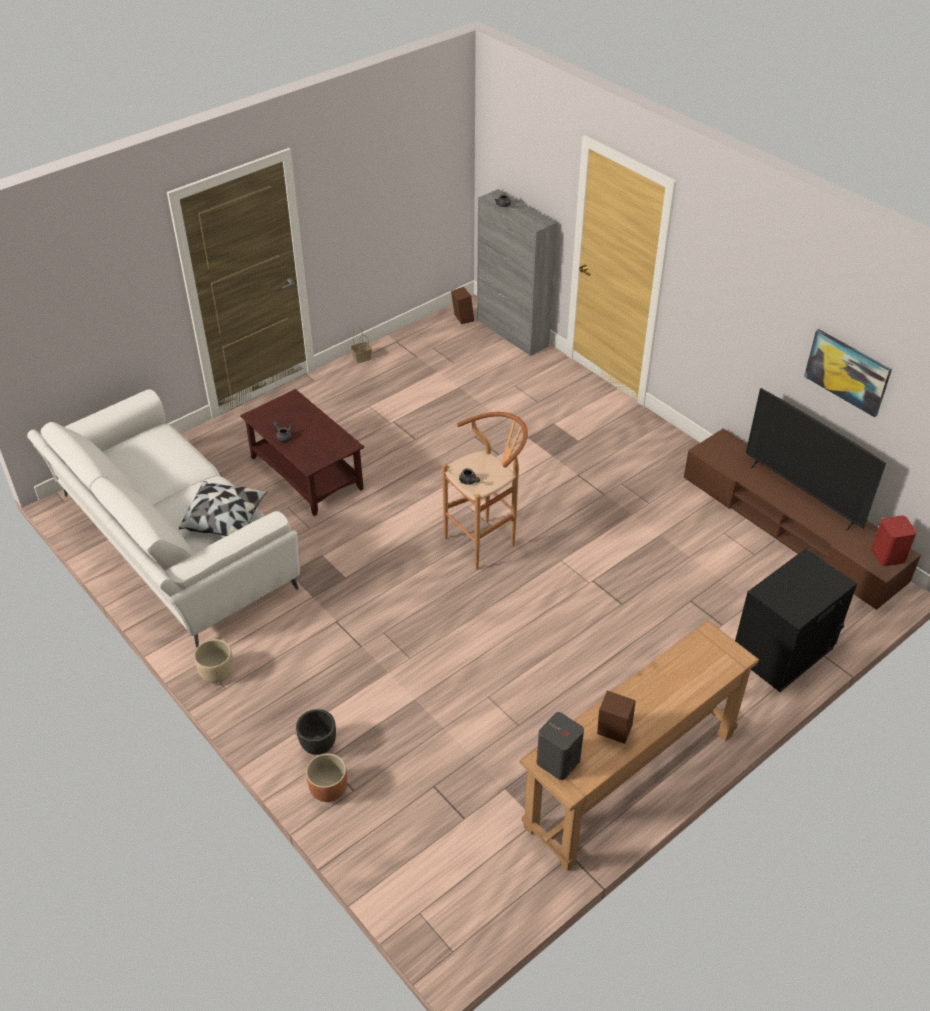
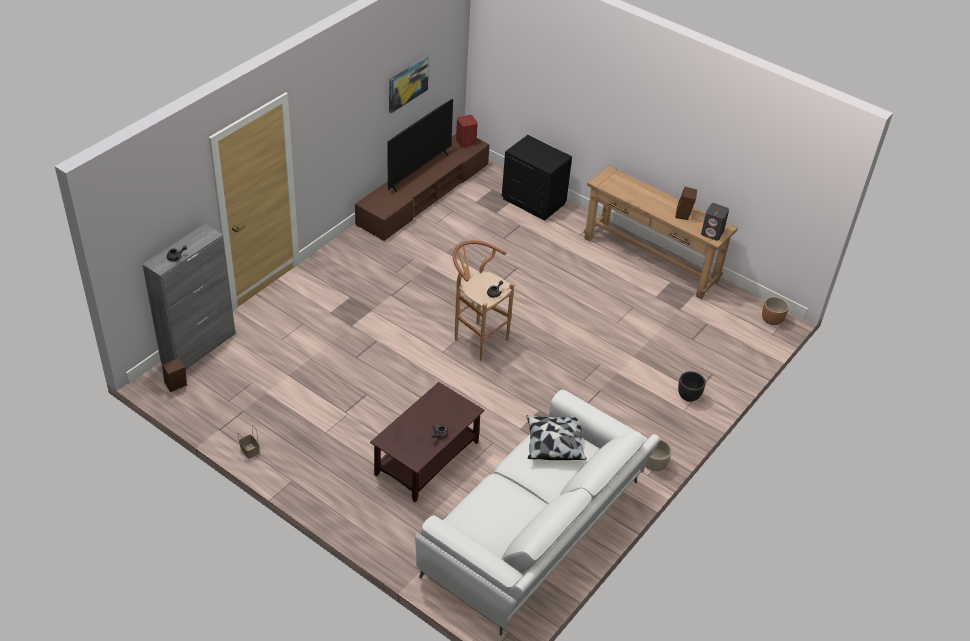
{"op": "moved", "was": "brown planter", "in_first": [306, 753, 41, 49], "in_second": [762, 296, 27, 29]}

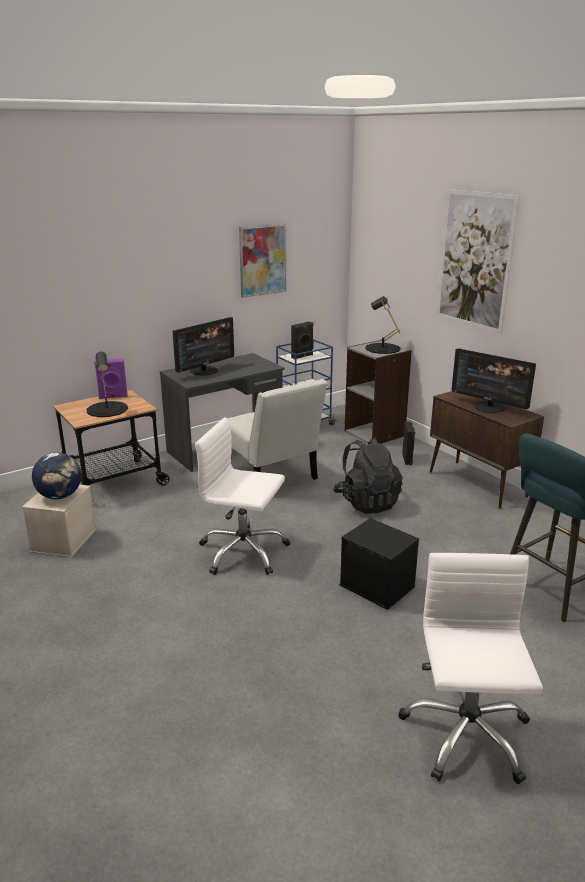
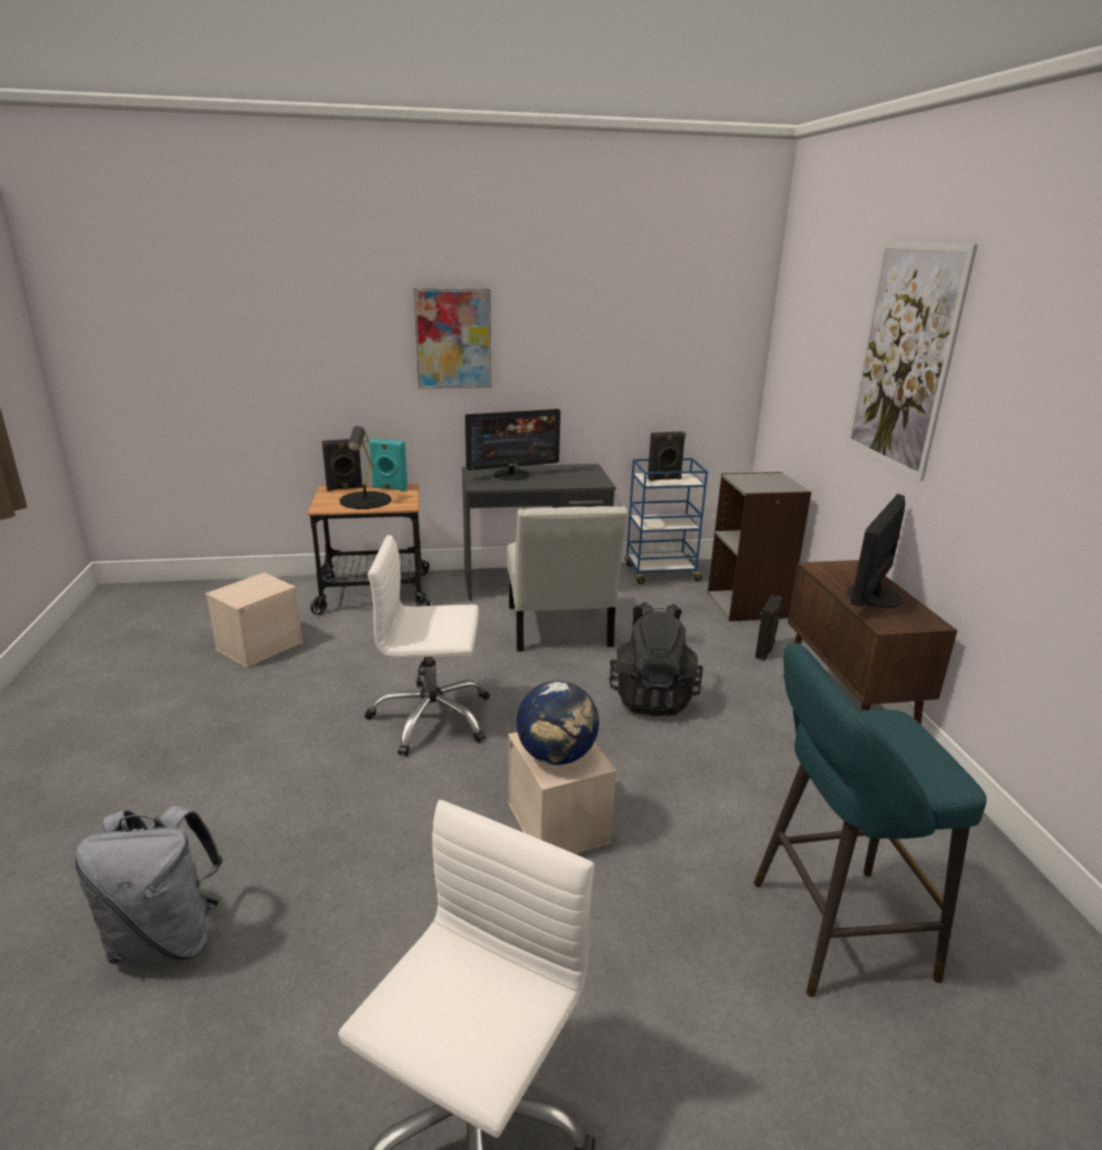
{"op": "moved", "was": "globe", "in_first": [32, 452, 49, 47], "in_second": [516, 681, 83, 84]}
{"op": "recoloured", "was": "purple speaker", "now": "turquoise speaker", "in_first": [94, 358, 34, 41], "in_second": [369, 439, 39, 52]}
{"op": "turned", "was": "white office chair", "in_first": [195, 417, 95, 158], "in_second": [365, 535, 125, 221], "clockwise": -45}
{"op": "moved", "was": "picture", "in_first": [239, 223, 47, 75], "in_second": [413, 288, 78, 100]}
{"op": "recoloured", "was": "black storage box", "now": "beige storage box", "in_first": [340, 518, 79, 92], "in_second": [508, 732, 108, 122]}
{"op": "removed", "was": "black table lamp", "in_first": [365, 296, 36, 58]}
{"op": "turned", "was": "monitor", "in_first": [451, 348, 85, 65], "in_second": [847, 494, 58, 114], "clockwise": 60}
{"op": "added", "now": "grey backpack", "in_second": [75, 806, 148, 159]}
{"op": "added", "now": "black speaker", "in_second": [322, 439, 41, 52]}

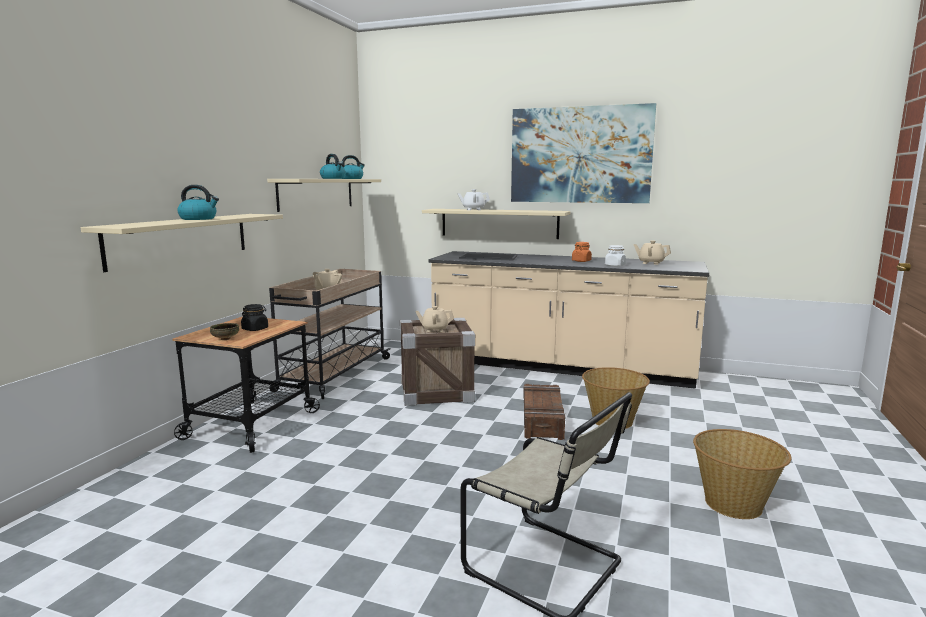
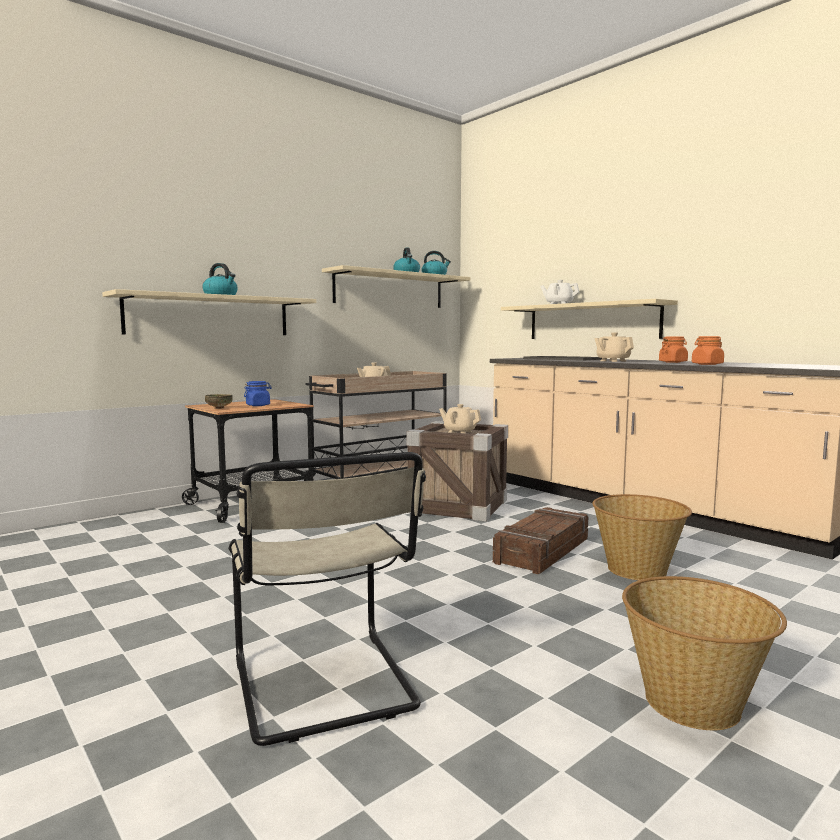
{"op": "recoloured", "was": "black jar", "now": "blue jar", "in_first": [241, 304, 27, 27], "in_second": [244, 381, 28, 25]}
{"op": "removed", "was": "picture", "in_first": [511, 103, 145, 100]}
{"op": "recoloured", "was": "white jar", "now": "orange jar", "in_first": [605, 245, 21, 21], "in_second": [692, 336, 32, 29]}
{"op": "moved", "was": "beige teapot", "in_first": [634, 240, 37, 25], "in_second": [595, 332, 39, 30]}

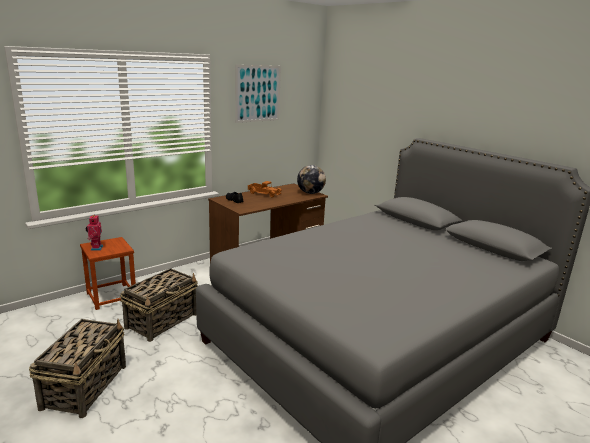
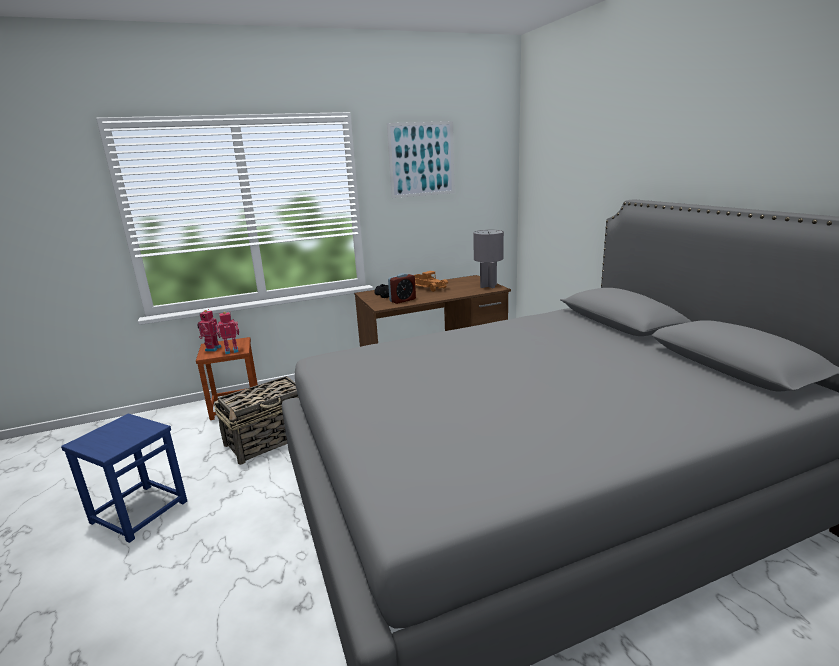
{"op": "replaced", "was": "basket", "now": "blue stool", "in_first": [29, 319, 97, 99], "in_second": [61, 413, 126, 130]}
{"op": "replaced", "was": "globe", "now": "grey table lamp", "in_first": [297, 165, 29, 29], "in_second": [473, 230, 31, 58]}
{"op": "added", "now": "toy robot", "in_second": [216, 312, 23, 43]}
{"op": "added", "now": "alarm clock", "in_second": [388, 273, 28, 31]}

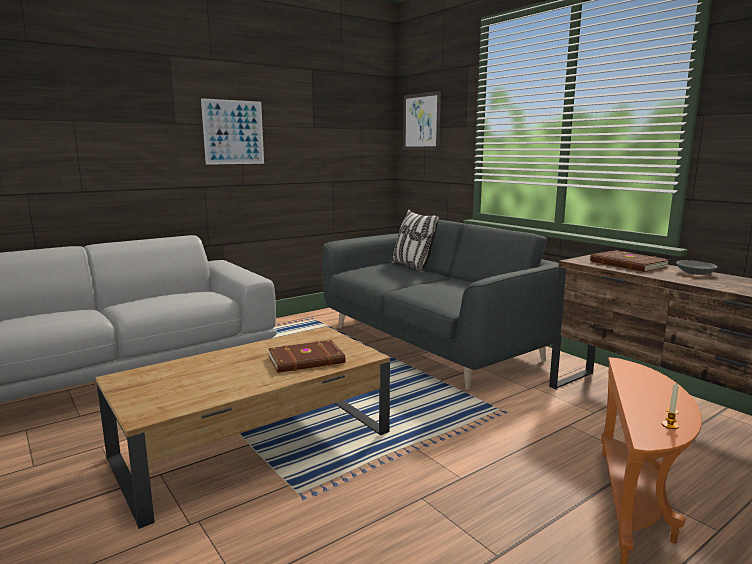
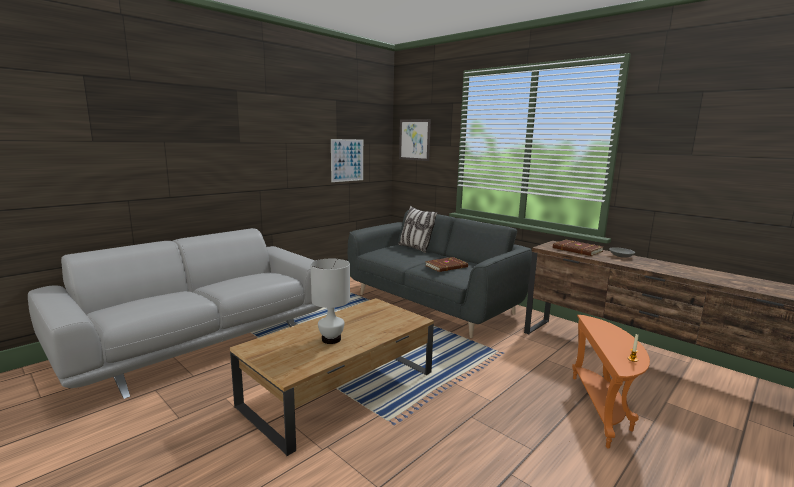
{"op": "moved", "was": "picture", "in_first": [201, 98, 63, 67], "in_second": [331, 139, 32, 43]}
{"op": "moved", "was": "brown book", "in_first": [268, 340, 78, 33], "in_second": [425, 257, 43, 15]}
{"op": "added", "now": "white table lamp", "in_second": [311, 259, 39, 85]}

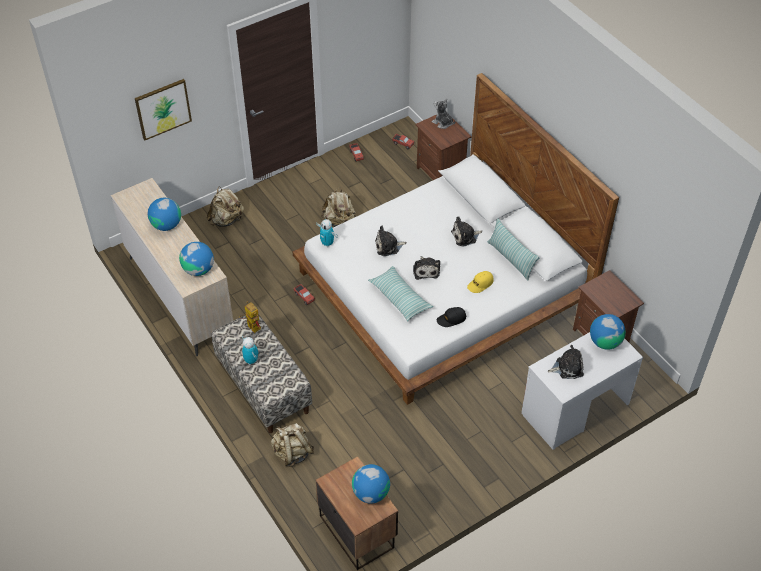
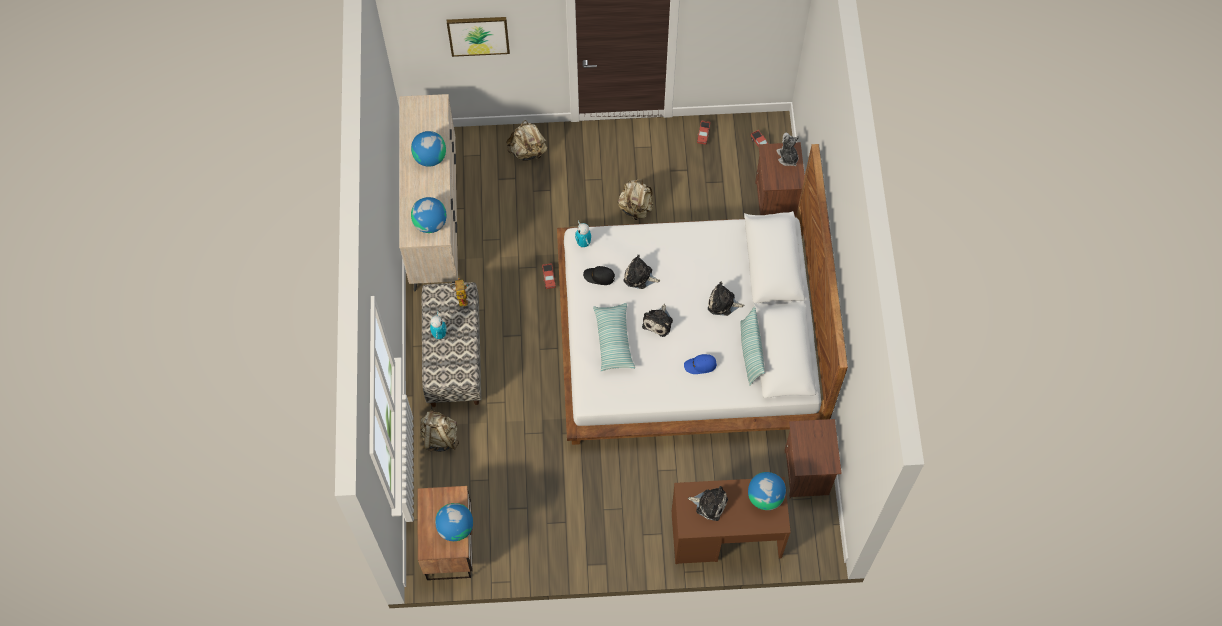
{"op": "moved", "was": "black cap", "in_first": [437, 307, 29, 20], "in_second": [583, 266, 32, 19]}
{"op": "recoloured", "was": "yellow cap", "now": "blue cap", "in_first": [467, 271, 26, 22], "in_second": [684, 354, 33, 20]}
{"op": "recoloured", "was": "white desk", "now": "brown desk", "in_first": [521, 332, 122, 118], "in_second": [672, 477, 119, 87]}

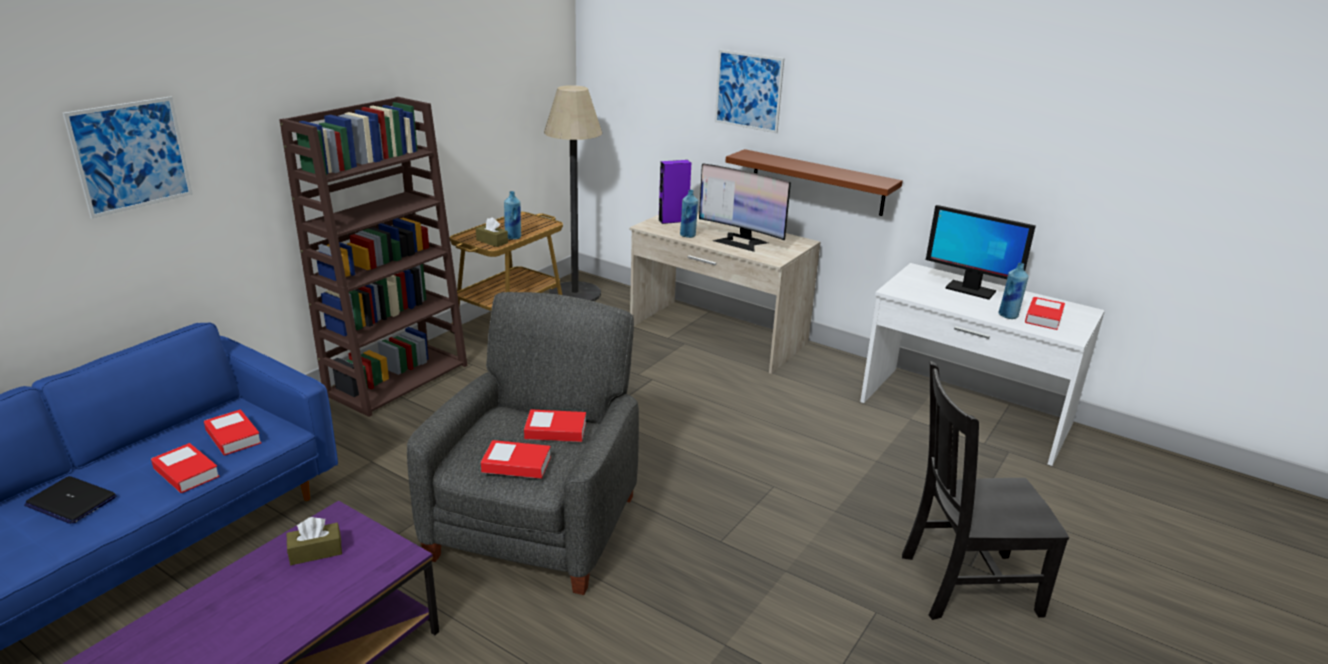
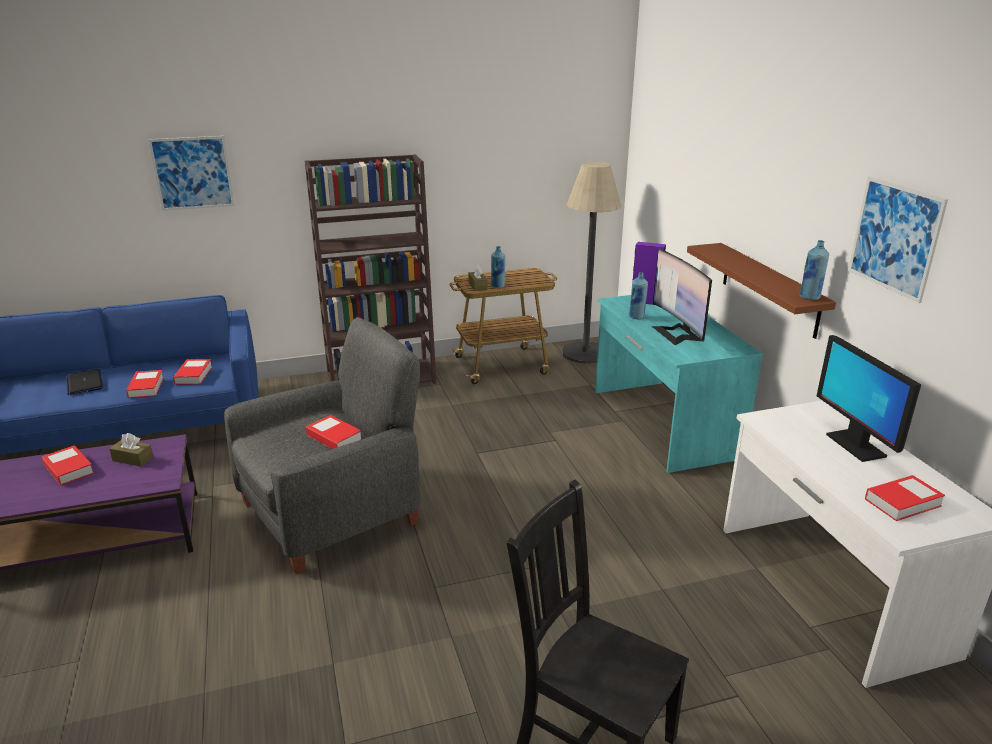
{"op": "moved", "was": "book", "in_first": [481, 440, 70, 39], "in_second": [42, 445, 52, 40]}
{"op": "recoloured", "was": "beige desk", "now": "turquoise desk", "in_first": [630, 212, 191, 162], "in_second": [595, 295, 168, 178]}
{"op": "moved", "was": "picture", "in_first": [715, 50, 69, 83], "in_second": [848, 177, 100, 126]}
{"op": "moved", "was": "blue bottle", "in_first": [998, 263, 30, 56], "in_second": [799, 240, 30, 60]}

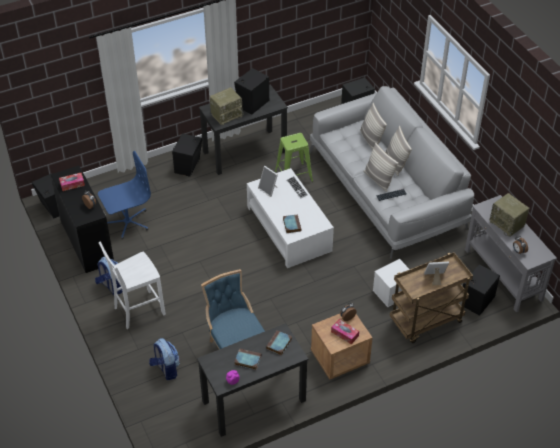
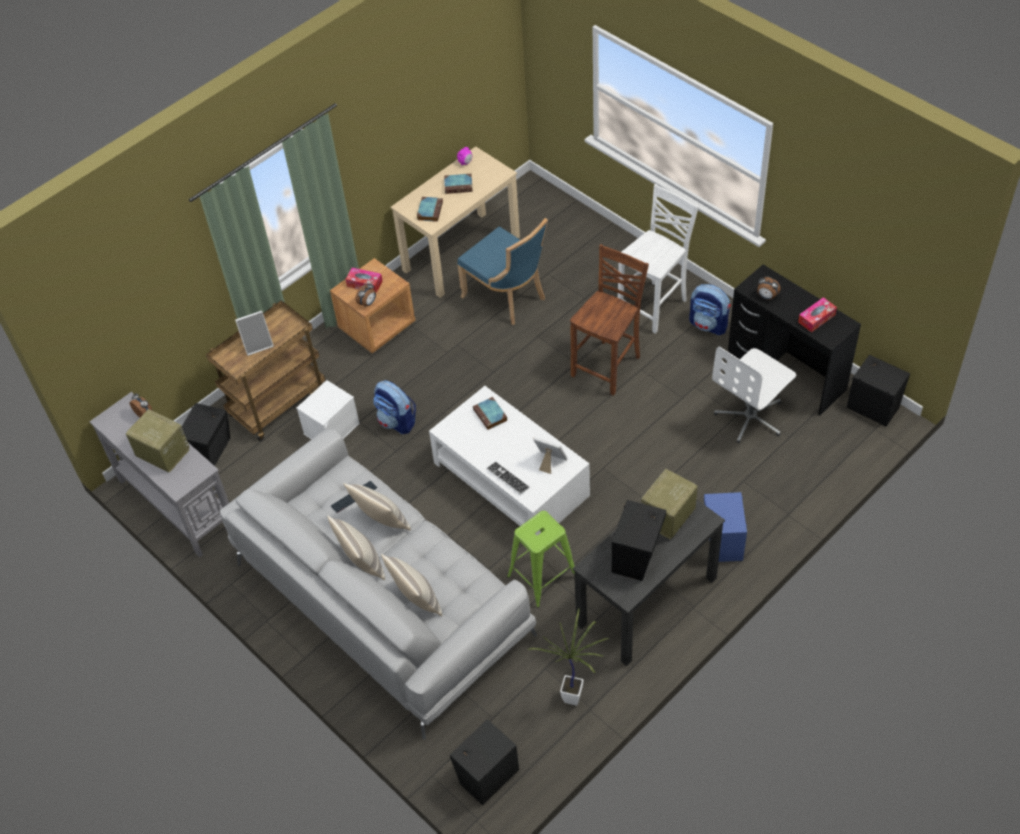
{"op": "recoloured", "was": "blue office chair", "now": "white office chair", "in_first": [98, 151, 53, 88], "in_second": [712, 347, 84, 96]}
{"op": "moved", "was": "backpack", "in_first": [149, 338, 31, 42], "in_second": [373, 380, 43, 54]}
{"op": "recoloured", "was": "black speaker", "now": "blue speaker", "in_first": [172, 133, 30, 44], "in_second": [704, 492, 43, 70]}
{"op": "recoloured", "was": "black desk", "now": "beige desk", "in_first": [197, 323, 111, 114], "in_second": [391, 146, 129, 152]}
{"op": "added", "now": "potted plant", "in_second": [527, 609, 82, 97]}
{"op": "added", "now": "brown chair", "in_second": [570, 244, 79, 152]}

